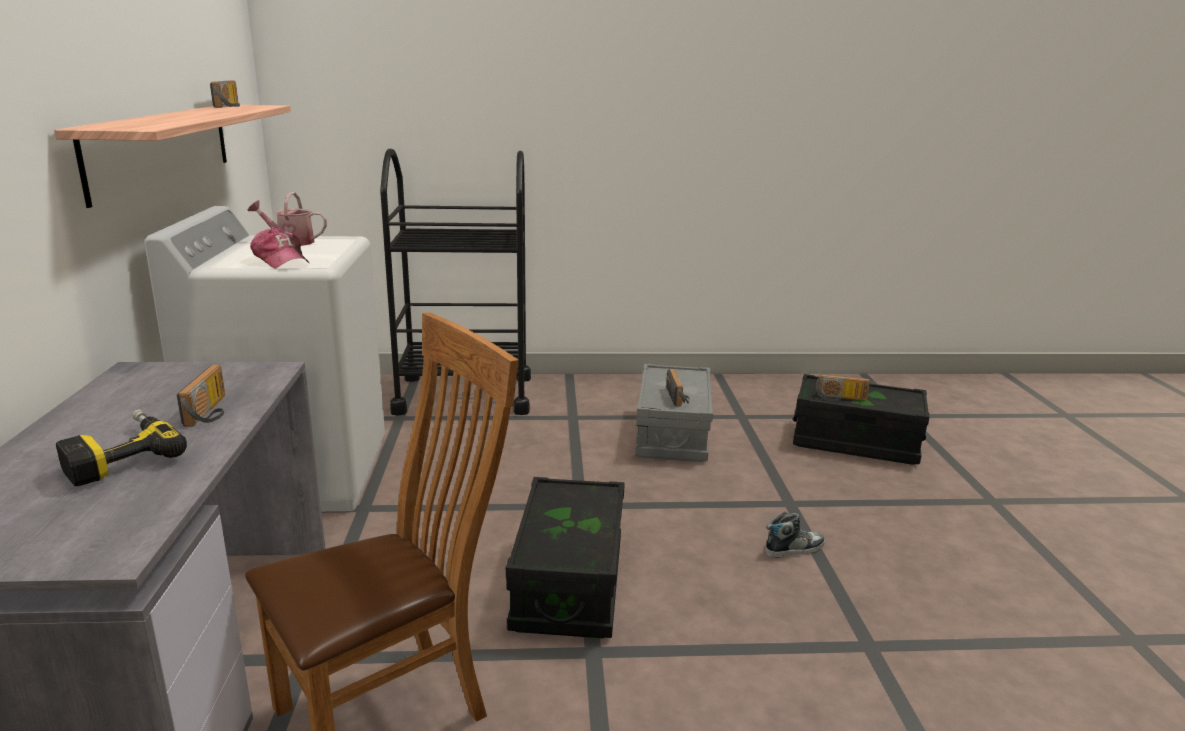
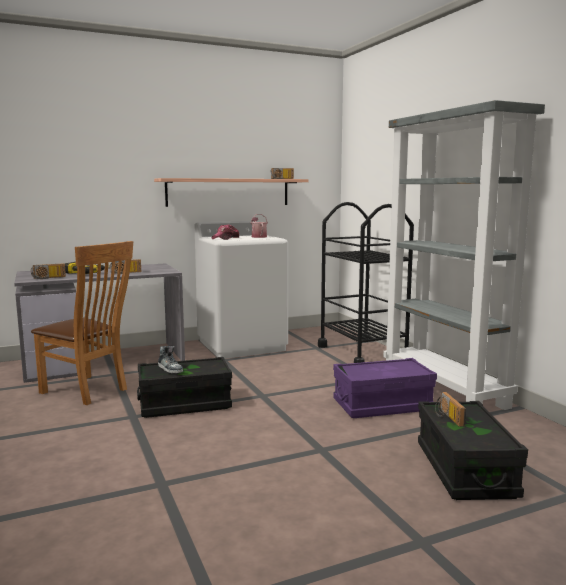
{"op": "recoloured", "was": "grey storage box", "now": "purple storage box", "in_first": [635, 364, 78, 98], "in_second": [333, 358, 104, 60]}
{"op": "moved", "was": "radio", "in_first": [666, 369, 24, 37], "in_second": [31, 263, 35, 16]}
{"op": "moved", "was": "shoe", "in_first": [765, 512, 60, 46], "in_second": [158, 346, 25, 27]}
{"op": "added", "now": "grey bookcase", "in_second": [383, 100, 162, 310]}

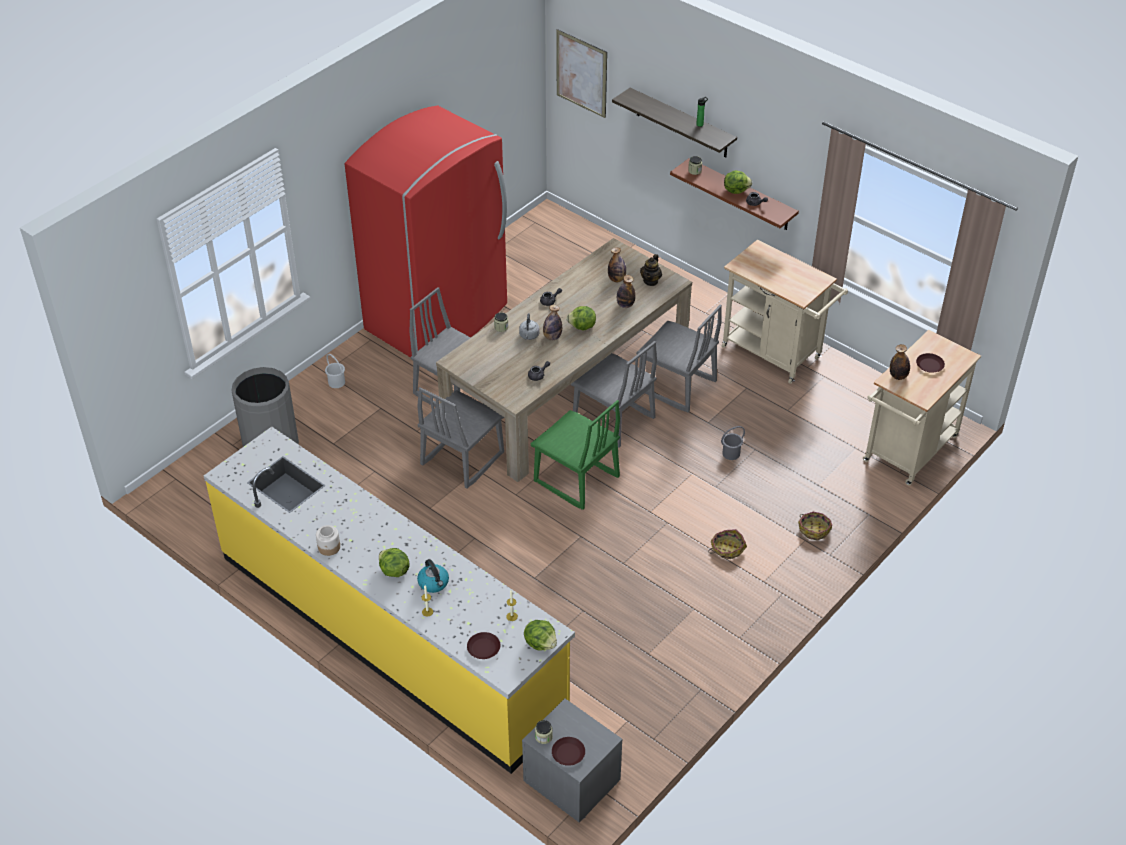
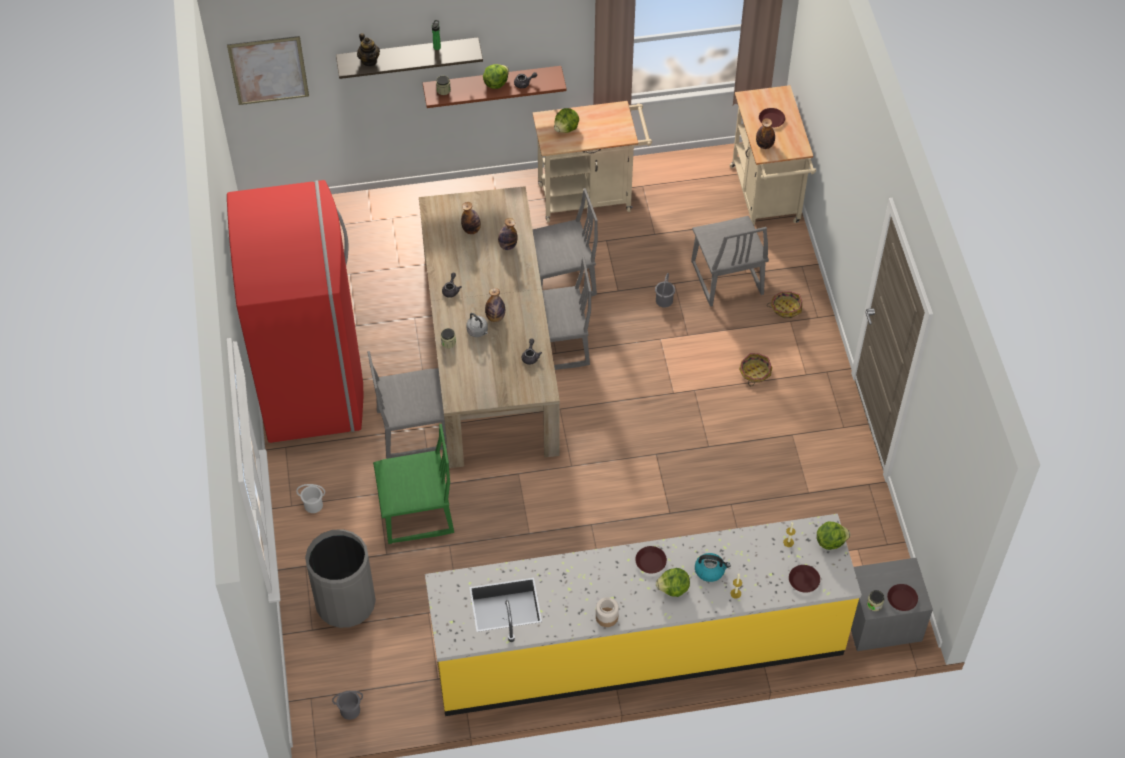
{"op": "moved", "was": "grey chair", "in_first": [417, 387, 87, 101], "in_second": [691, 216, 78, 91]}
{"op": "moved", "was": "green chair", "in_first": [530, 400, 90, 110], "in_second": [373, 424, 81, 120]}
{"op": "moved", "was": "lettuce", "in_first": [567, 306, 29, 25], "in_second": [554, 108, 25, 25]}
{"op": "moved", "was": "teapot", "in_first": [640, 254, 22, 32], "in_second": [357, 33, 23, 33]}
{"op": "added", "now": "grey bucket", "in_second": [332, 691, 31, 29]}
{"op": "added", "now": "brown plate", "in_second": [635, 546, 32, 27]}

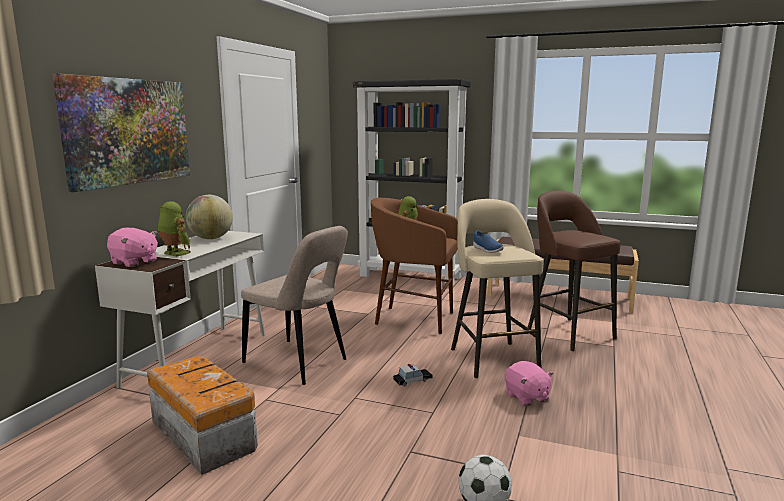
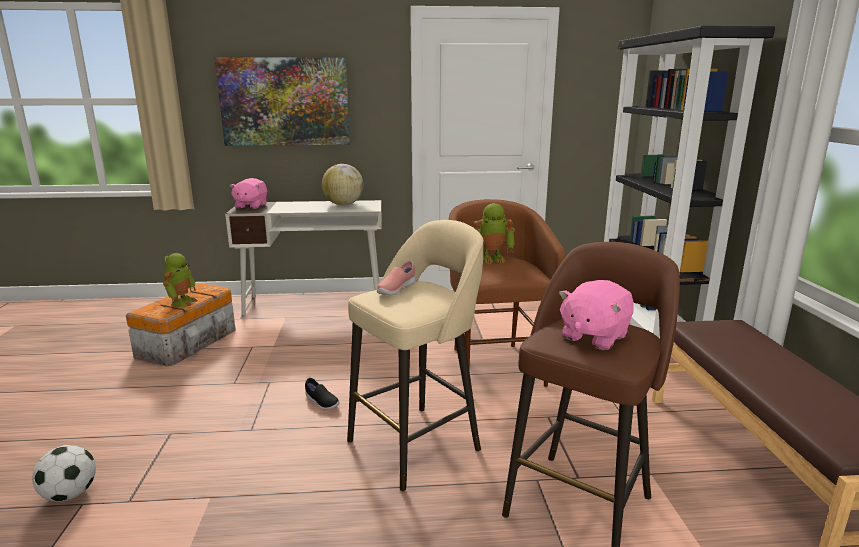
{"op": "moved", "was": "toy robot", "in_first": [158, 201, 33, 56], "in_second": [163, 253, 35, 53]}
{"op": "removed", "was": "beige chair", "in_first": [241, 226, 107, 159]}
{"op": "replaced", "was": "toy car", "now": "black shoe", "in_first": [393, 364, 40, 22], "in_second": [305, 378, 35, 32]}
{"op": "recoloured", "was": "blue shoe", "now": "pink shoe", "in_first": [473, 231, 31, 22], "in_second": [377, 260, 38, 35]}
{"op": "moved", "was": "pink plush toy", "in_first": [505, 361, 49, 45], "in_second": [559, 280, 75, 70]}

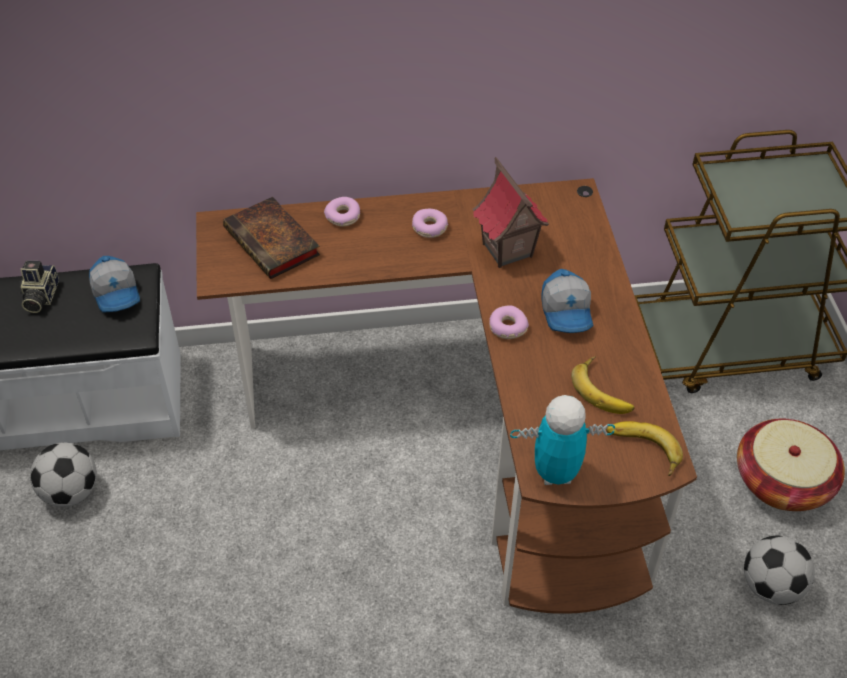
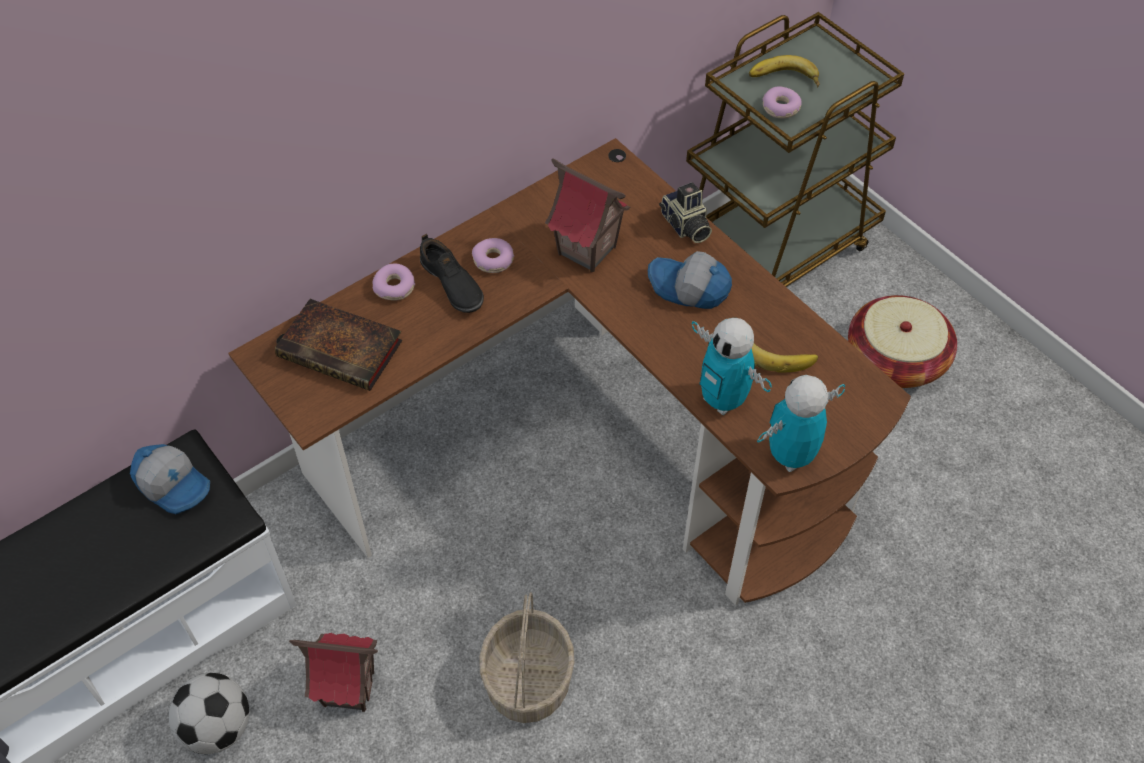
{"op": "moved", "was": "photo camera", "in_first": [19, 260, 40, 53], "in_second": [659, 182, 53, 61]}
{"op": "moved", "was": "donut", "in_first": [489, 305, 40, 34], "in_second": [762, 86, 40, 32]}
{"op": "turned", "was": "cap", "in_first": [541, 269, 52, 64], "in_second": [648, 251, 84, 58], "clockwise": 150}
{"op": "moved", "was": "banana", "in_first": [606, 421, 77, 55], "in_second": [749, 55, 70, 32]}
{"op": "removed", "was": "football", "in_first": [744, 535, 71, 70]}
{"op": "added", "now": "toy house", "in_second": [289, 633, 89, 79]}
{"op": "added", "now": "black shoe", "in_second": [420, 234, 64, 79]}
{"op": "added", "now": "basket", "in_second": [479, 592, 95, 131]}
{"op": "added", "now": "toy robot", "in_second": [692, 318, 80, 97]}

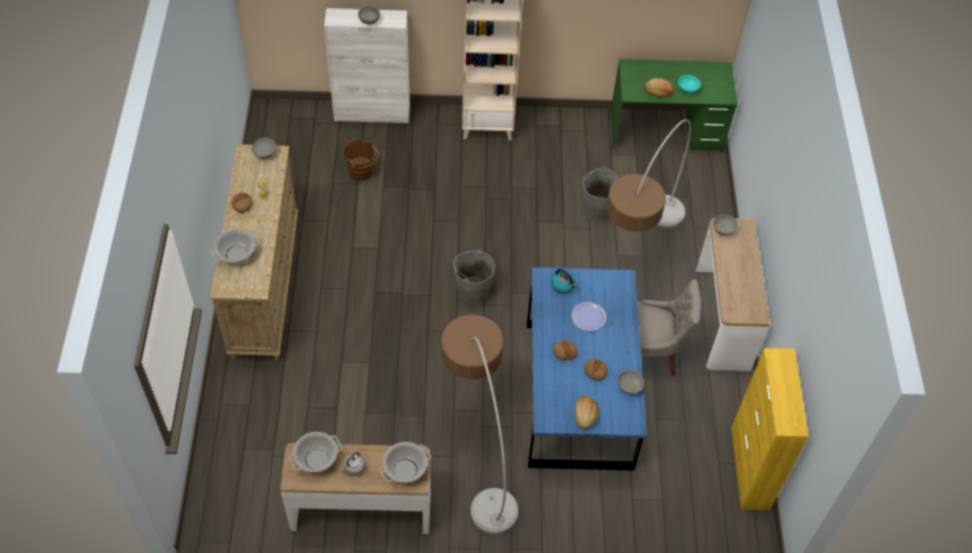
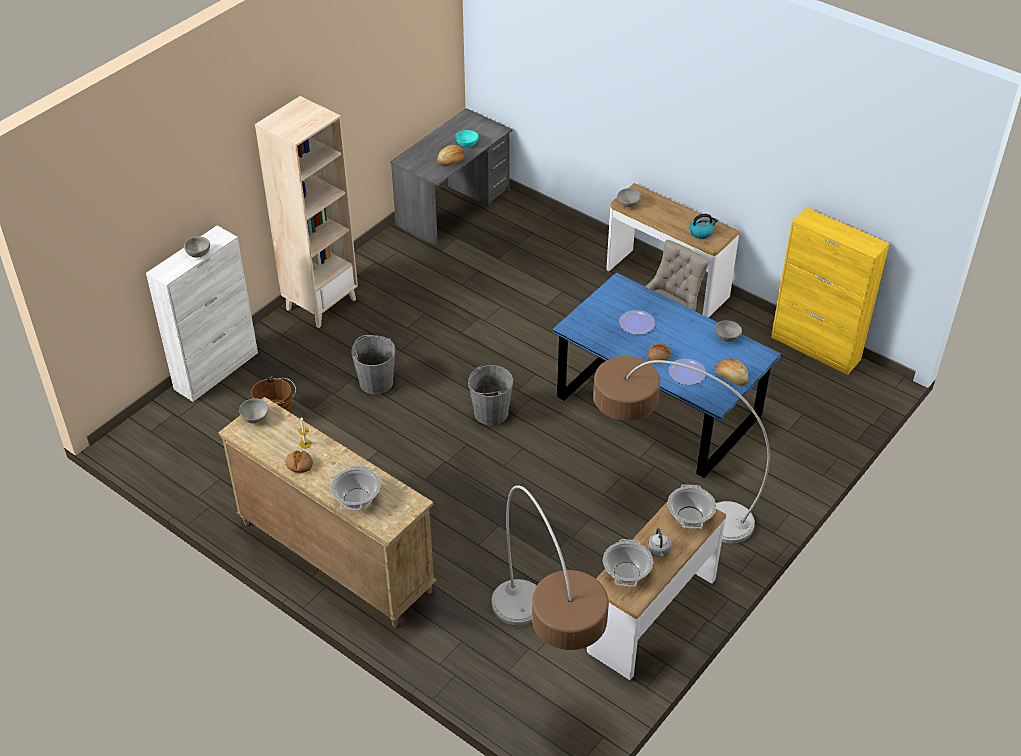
{"op": "moved", "was": "kettle", "in_first": [551, 269, 26, 25], "in_second": [689, 214, 29, 25]}
{"op": "moved", "was": "grey bucket", "in_first": [583, 168, 36, 53], "in_second": [351, 335, 44, 60]}
{"op": "removed", "was": "bread", "in_first": [585, 359, 23, 22]}
{"op": "moved", "was": "floor lamp", "in_first": [607, 119, 84, 113], "in_second": [491, 485, 118, 165]}
{"op": "recoloured", "was": "green desk", "now": "grey desk", "in_first": [611, 59, 127, 94], "in_second": [390, 108, 123, 138]}
{"op": "added", "now": "plate", "in_second": [669, 359, 37, 26]}

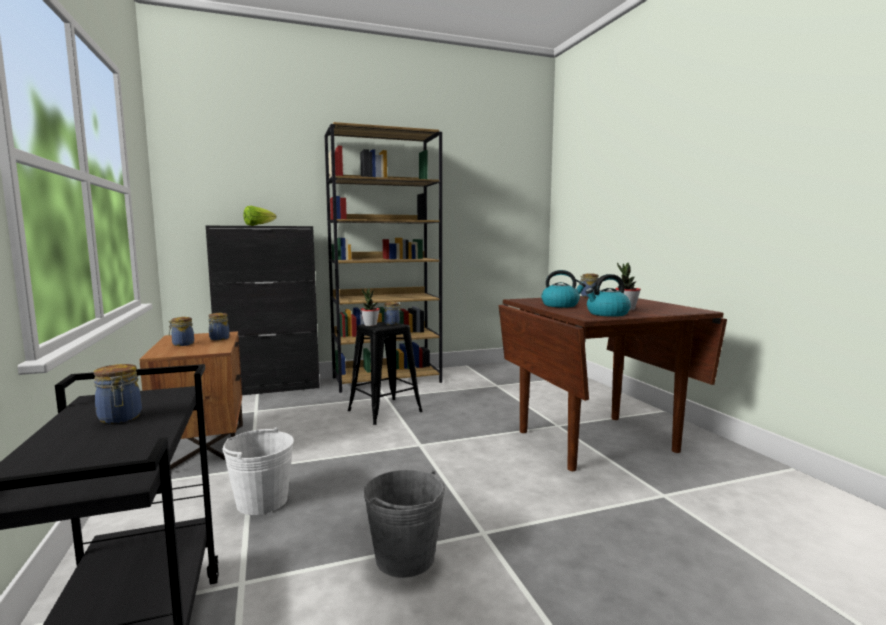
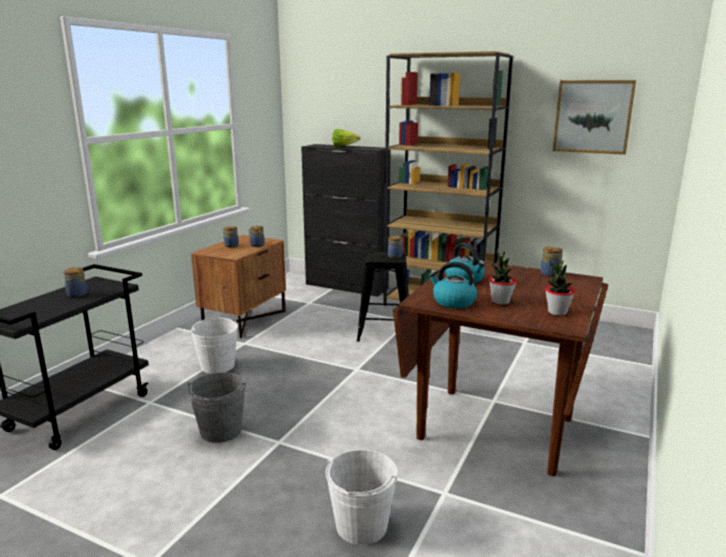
{"op": "moved", "was": "potted plant", "in_first": [361, 289, 19, 37], "in_second": [545, 260, 30, 56]}
{"op": "added", "now": "white bucket", "in_second": [325, 450, 73, 95]}
{"op": "added", "now": "picture", "in_second": [553, 80, 83, 75]}

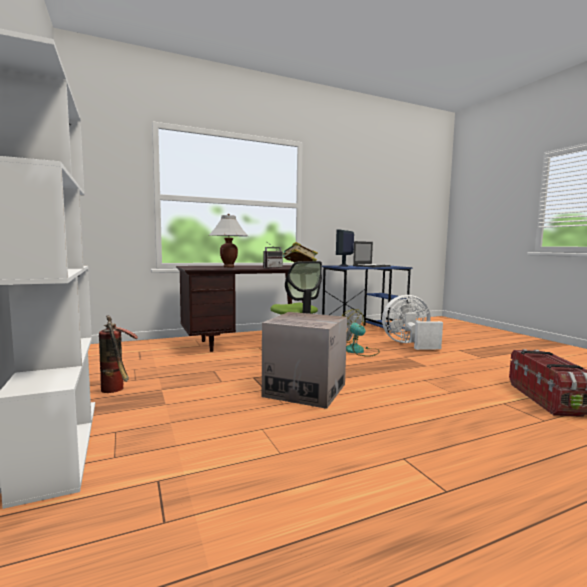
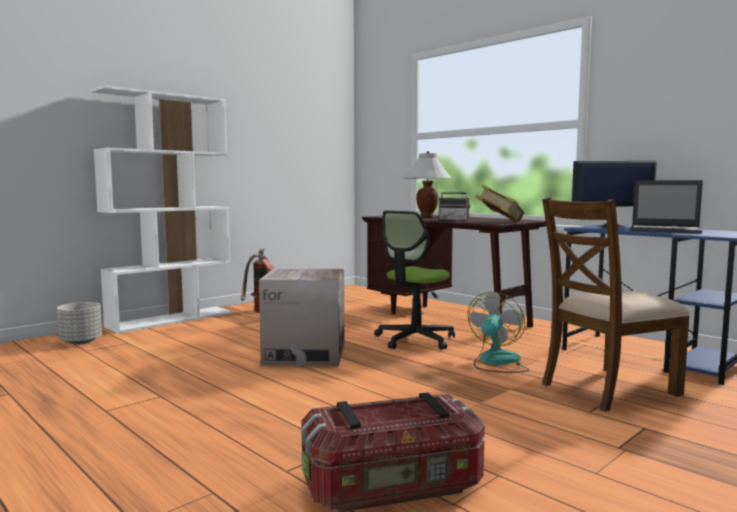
{"op": "replaced", "was": "white fan", "now": "brown chair", "in_first": [382, 295, 61, 55], "in_second": [542, 197, 148, 215]}
{"op": "added", "now": "grey planter", "in_second": [57, 302, 45, 43]}

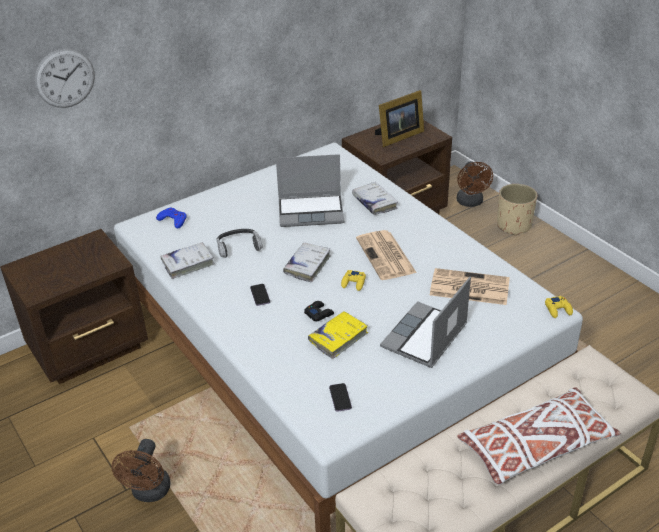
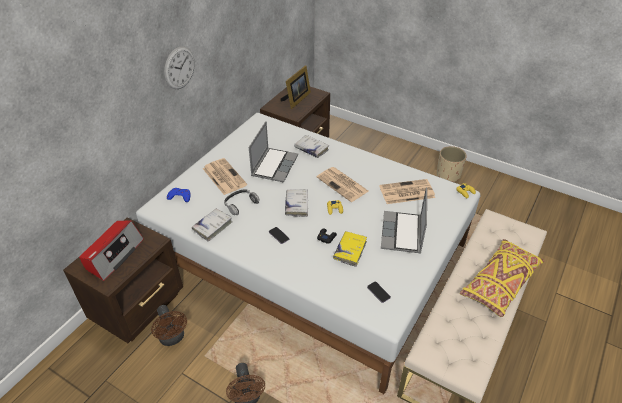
{"op": "moved", "was": "wall clock", "in_first": [34, 48, 61, 60], "in_second": [164, 46, 31, 43]}
{"op": "turned", "was": "laptop", "in_first": [276, 154, 68, 73], "in_second": [249, 121, 49, 62], "clockwise": -45}
{"op": "moved", "was": "brown fan", "in_first": [457, 161, 36, 46], "in_second": [151, 305, 36, 41]}
{"op": "recoloured", "was": "white pillow", "now": "yellow pillow", "in_first": [457, 387, 164, 98], "in_second": [460, 239, 85, 78]}
{"op": "moved", "was": "beige planter", "in_first": [497, 184, 40, 52], "in_second": [437, 146, 30, 36]}
{"op": "added", "now": "radio", "in_second": [79, 220, 65, 61]}
{"op": "added", "now": "newspaper", "in_second": [203, 158, 44, 37]}

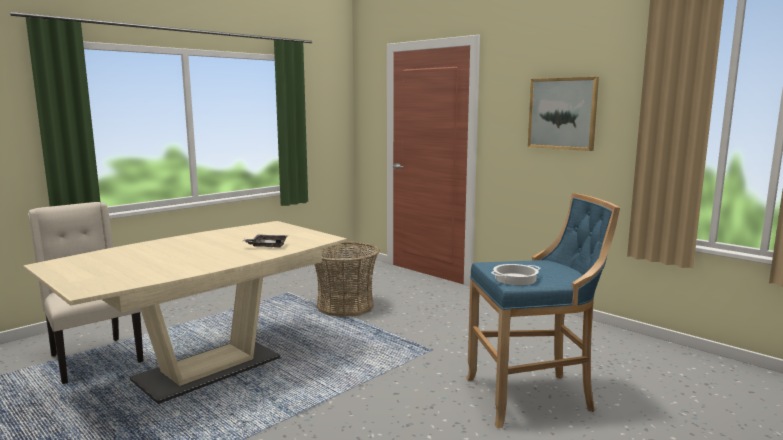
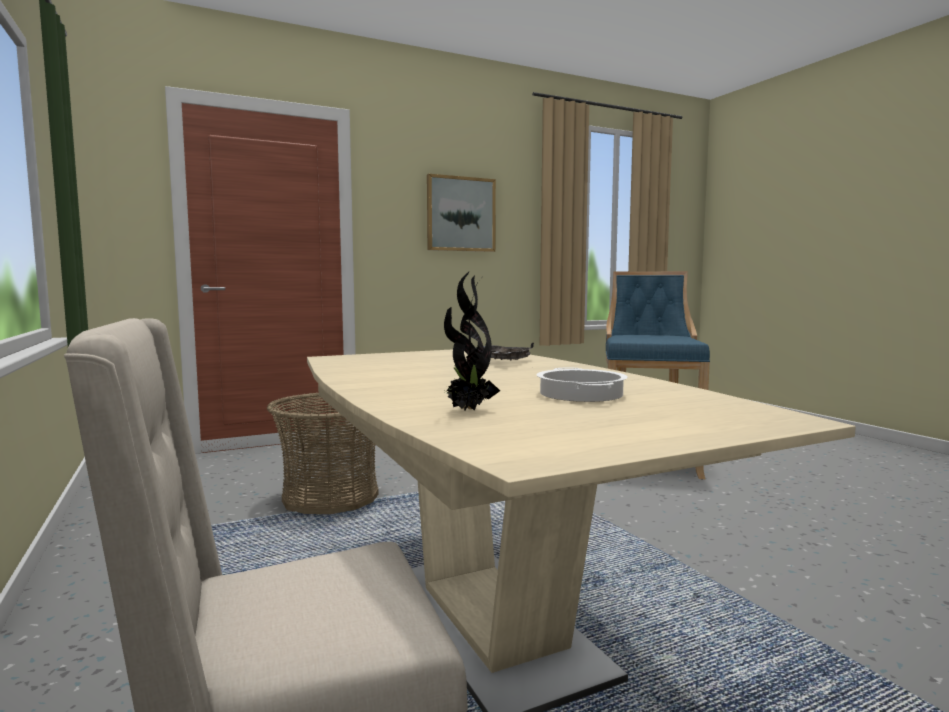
{"op": "moved", "was": "cooking pot", "in_first": [491, 264, 50, 21], "in_second": [537, 368, 91, 34]}
{"op": "added", "now": "potted plant", "in_second": [444, 271, 56, 140]}

